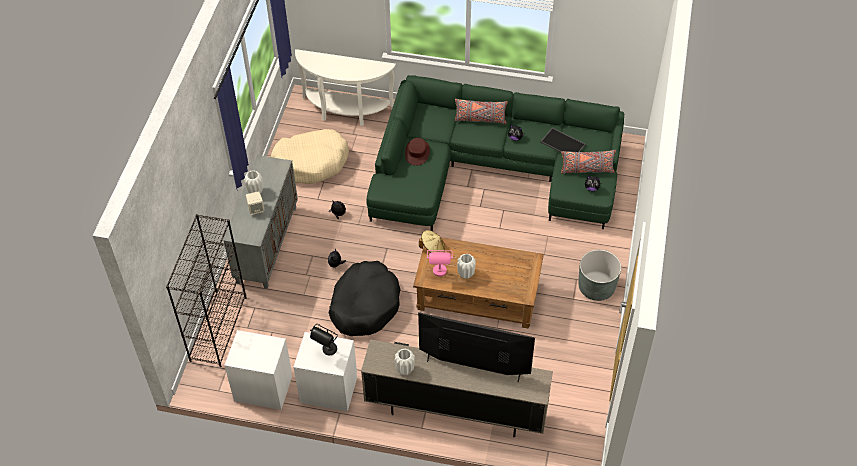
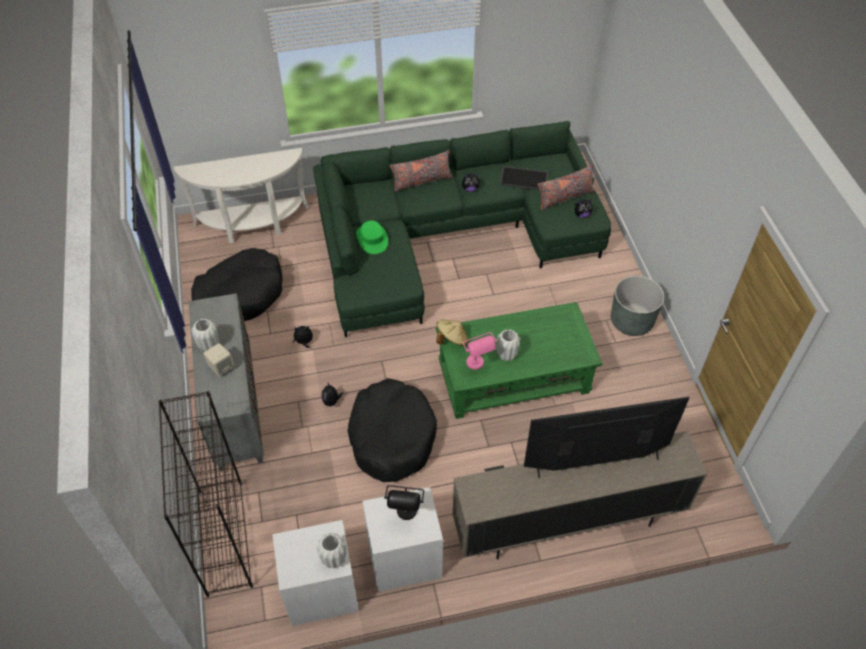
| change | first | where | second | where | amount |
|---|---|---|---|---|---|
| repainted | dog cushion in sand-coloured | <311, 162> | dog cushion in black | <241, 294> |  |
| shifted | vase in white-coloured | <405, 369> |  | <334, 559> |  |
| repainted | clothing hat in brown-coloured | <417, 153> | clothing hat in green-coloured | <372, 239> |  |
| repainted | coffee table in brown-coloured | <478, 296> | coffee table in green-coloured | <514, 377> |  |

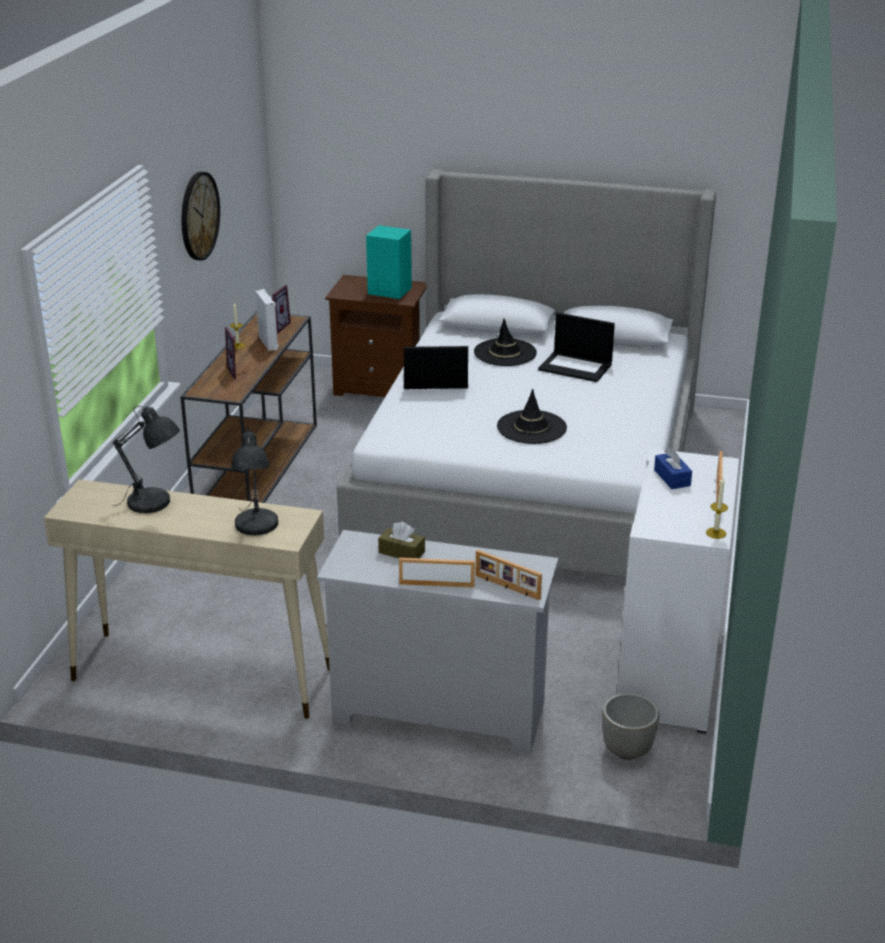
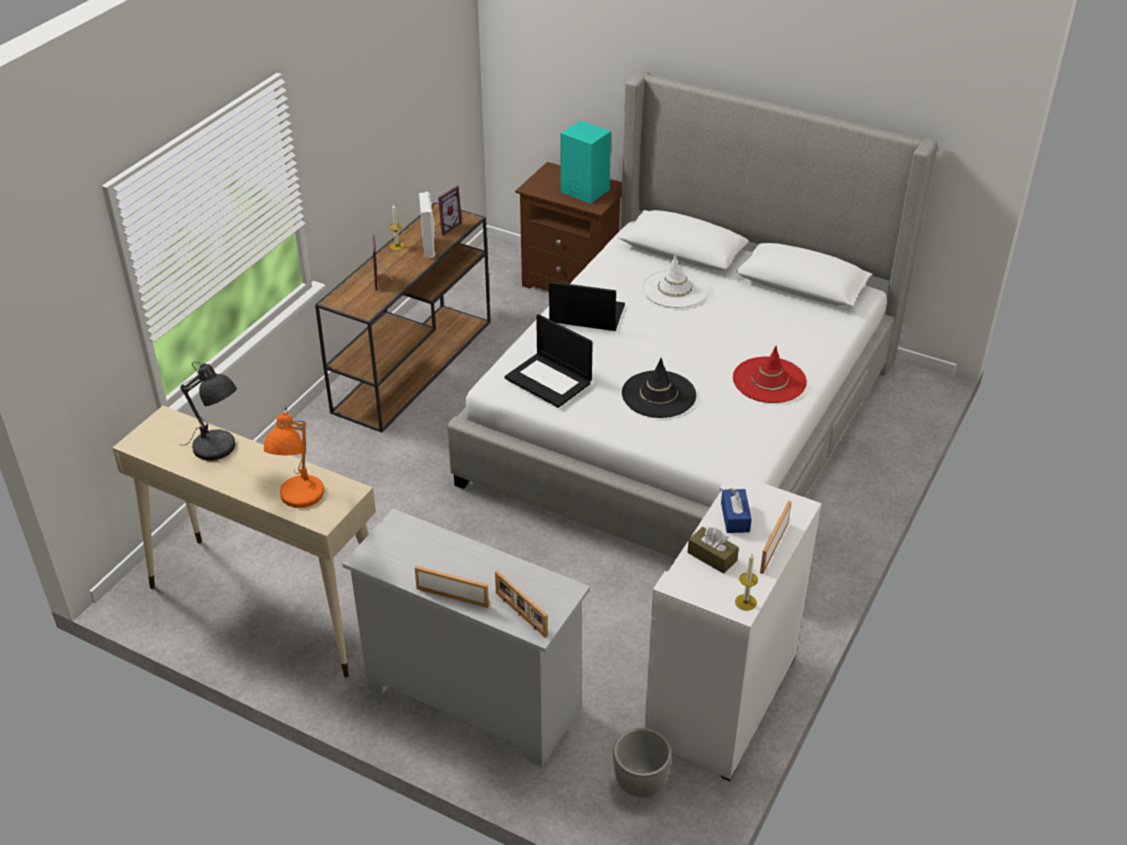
| change | first | where | second | where | amount |
|---|---|---|---|---|---|
| repainted | tabletop lamp in grey | <256, 527> | tabletop lamp in orange-coloured | <300, 497> |  |
| shifted | laptop | <576, 367> |  | <549, 380> |  |
| repainted | clothing hat in black | <505, 353> | clothing hat in white-coloured | <675, 289> |  |
| shifted | tissue holder in brown-coloured | <401, 552> |  | <712, 556> |  |
| new |  |  | clothing hat in reddish | <769, 380> |  |
| gone | hanging clock | <199, 216> |  |  |  |

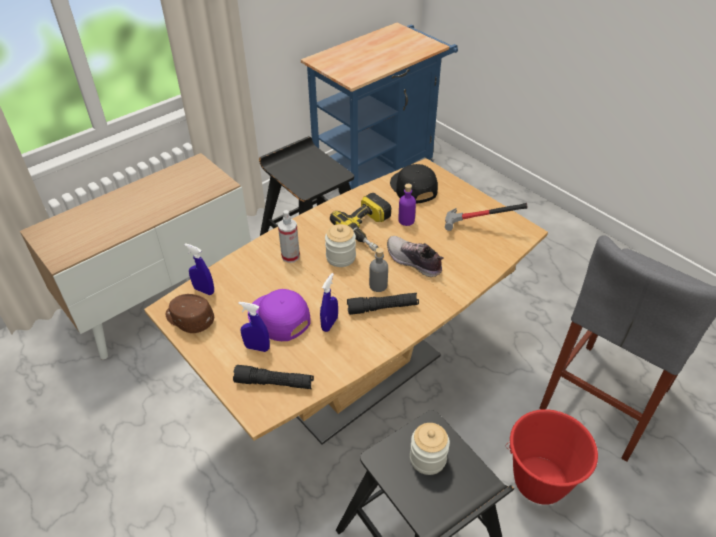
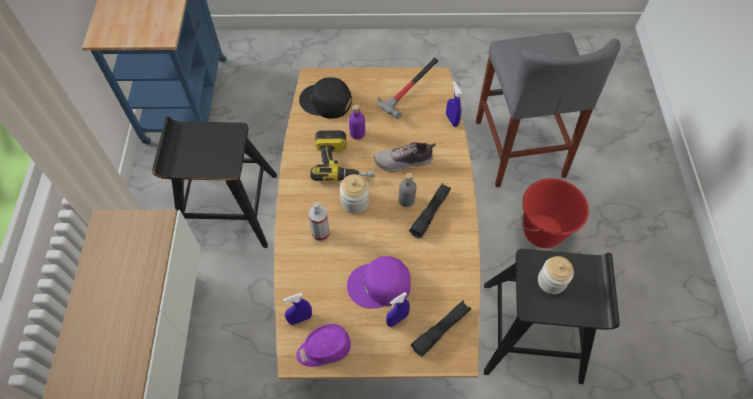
| change | first | where | second | where | amount |
|---|---|---|---|---|---|
| repainted | peaked cap in brown-coloured | <189, 319> | peaked cap in purplish | <323, 349> |  |
| shifted | hand sprayer in blue-coloured | <329, 324> |  | <452, 120> |  |

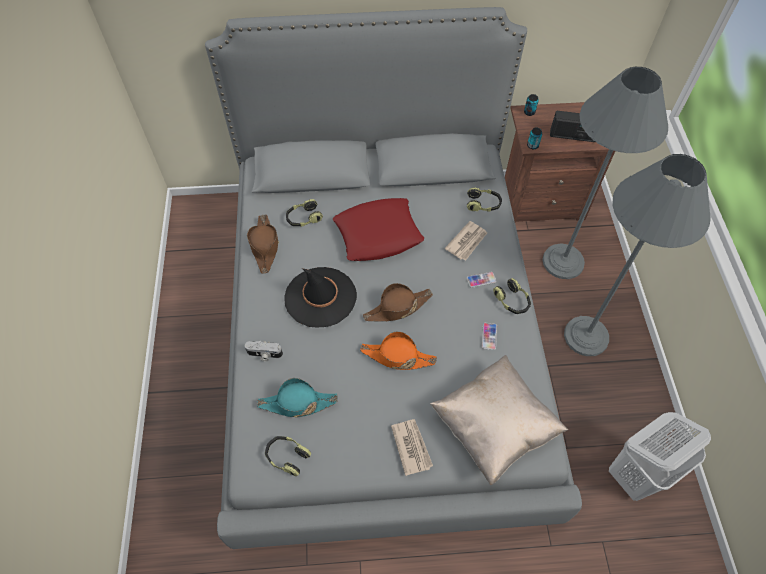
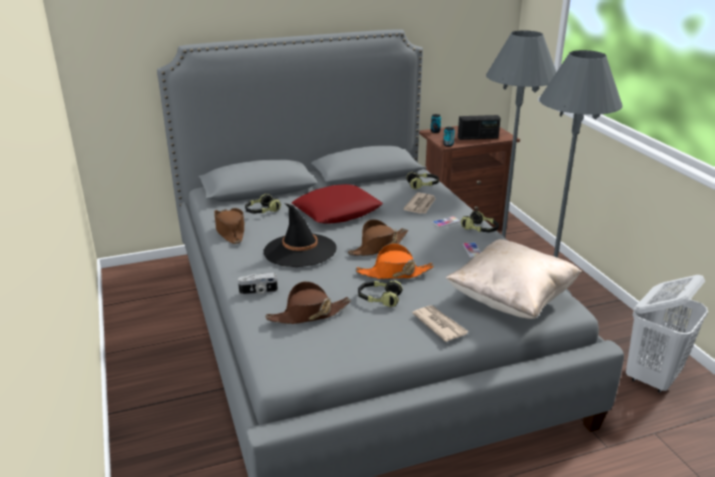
| change | first | where | second | where | amount |
|---|---|---|---|---|---|
| repainted | clothing hat in blue-green | <297, 403> | clothing hat in brown-coloured | <308, 314> |  |
| shifted | pair of headphones | <287, 457> |  | <379, 299> |  |

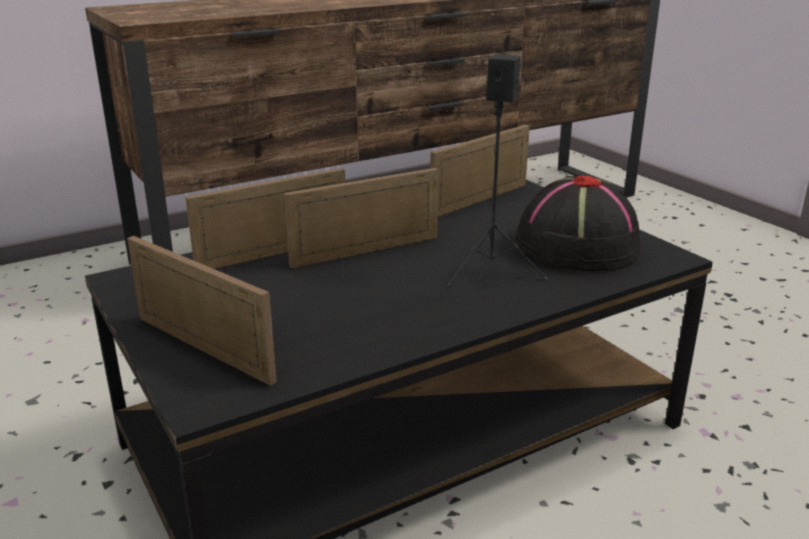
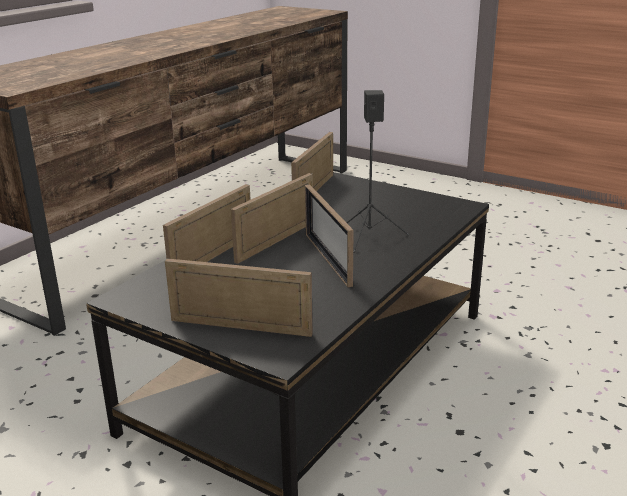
| change | first | where | second | where | amount |
|---|---|---|---|---|---|
| new |  |  | picture frame | <327, 259> |  |
| gone | clothing hat in black | <576, 246> |  |  |  |

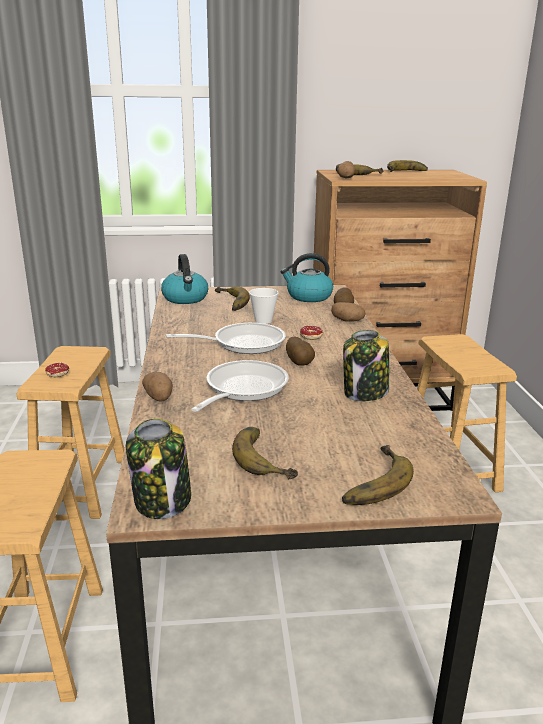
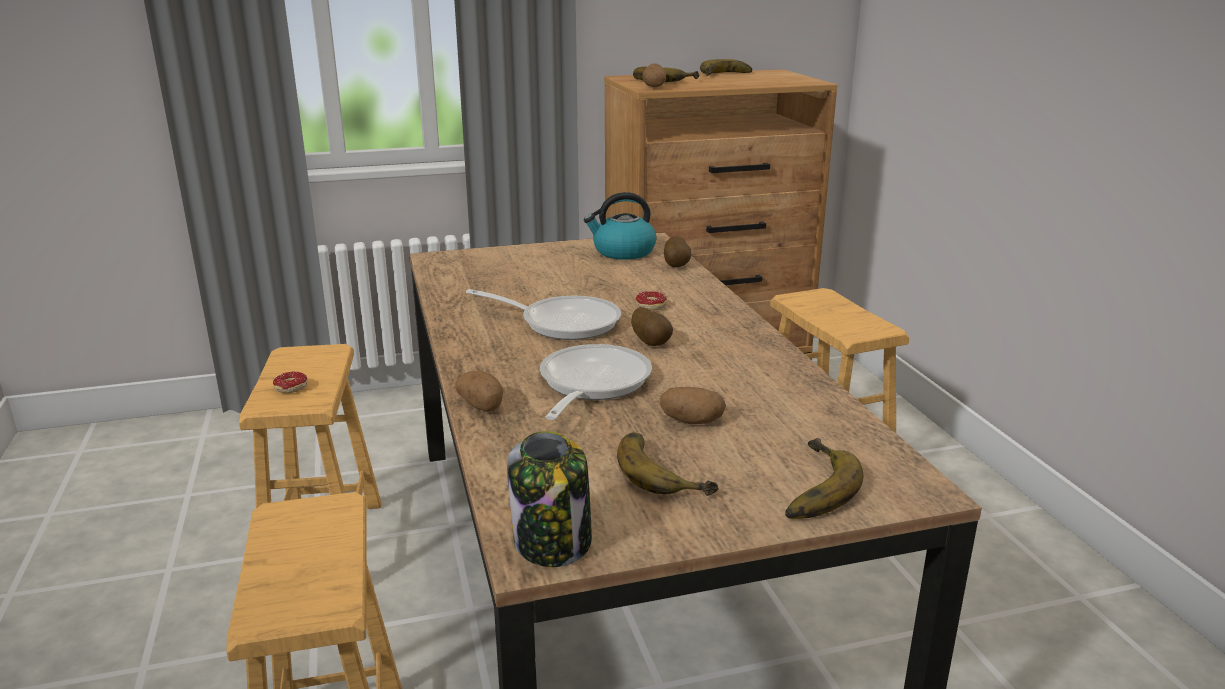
| change | first | where | second | where | amount |
|---|---|---|---|---|---|
| rotated | frying pan | <242, 343> |  | <562, 322> | 45 degrees clockwise |
| shifted | potato | <347, 321> |  | <691, 421> |  |
| gone | water kettle | <185, 298> |  |  |  |
| gone | banana fruit | <228, 302> |  |  |  |
| gone | cup | <263, 321> |  |  |  |
| gone | storage jar | <365, 393> |  |  |  |

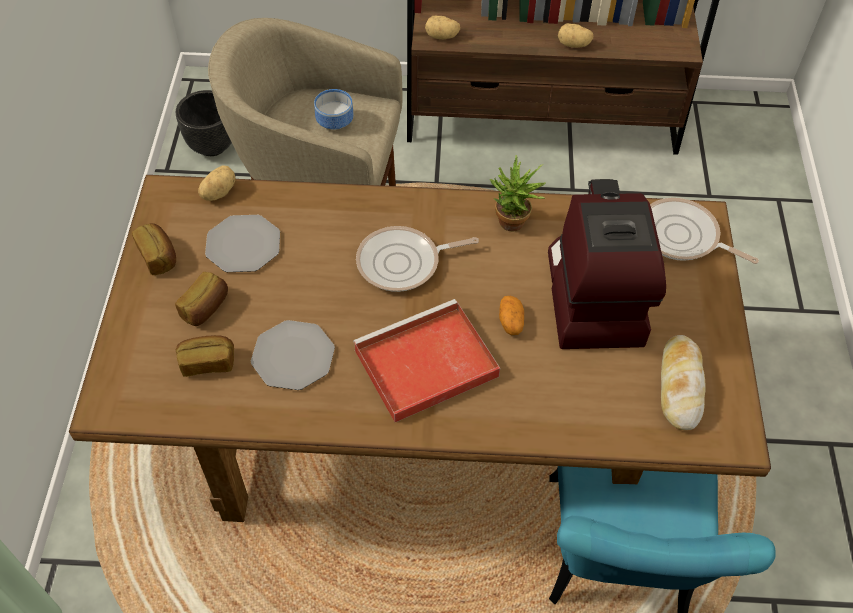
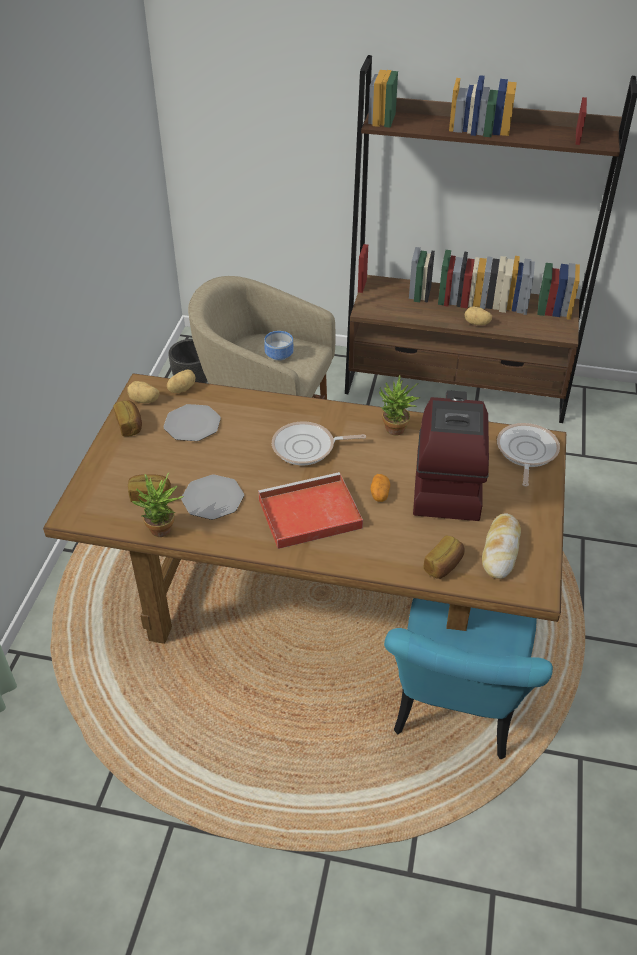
| change | first | where | second | where | amount |
|---|---|---|---|---|---|
| shifted | potato | <442, 37> |  | <144, 400> |  |
| new |  |  | houseplant | <163, 532> |  |
| shifted | bakery bread | <206, 308> |  | <444, 565> |  |
| rotated | frying pan | <682, 237> |  | <526, 452> | 60 degrees clockwise |

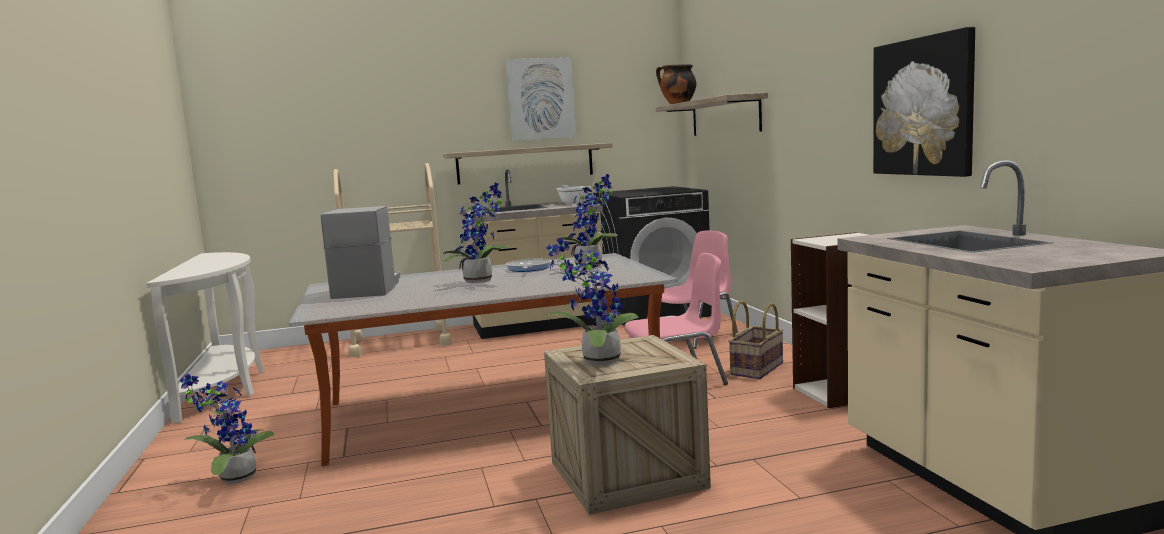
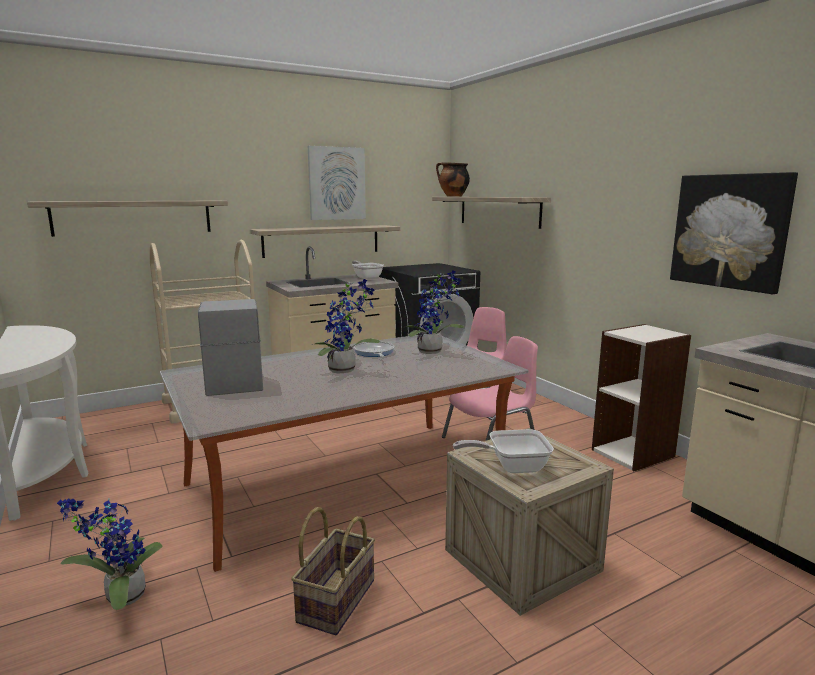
| change | first | where | second | where | amount |
|---|---|---|---|---|---|
| new |  |  | wall shelf | <133, 217> |  |
| shifted | storage basket | <756, 368> |  | <335, 600> |  |
| swapped | houseplant | <596, 361> | frying pan | <511, 467> |  |

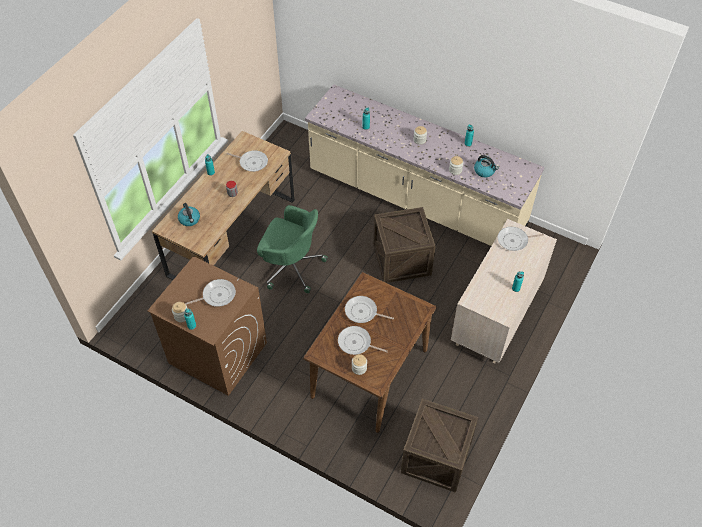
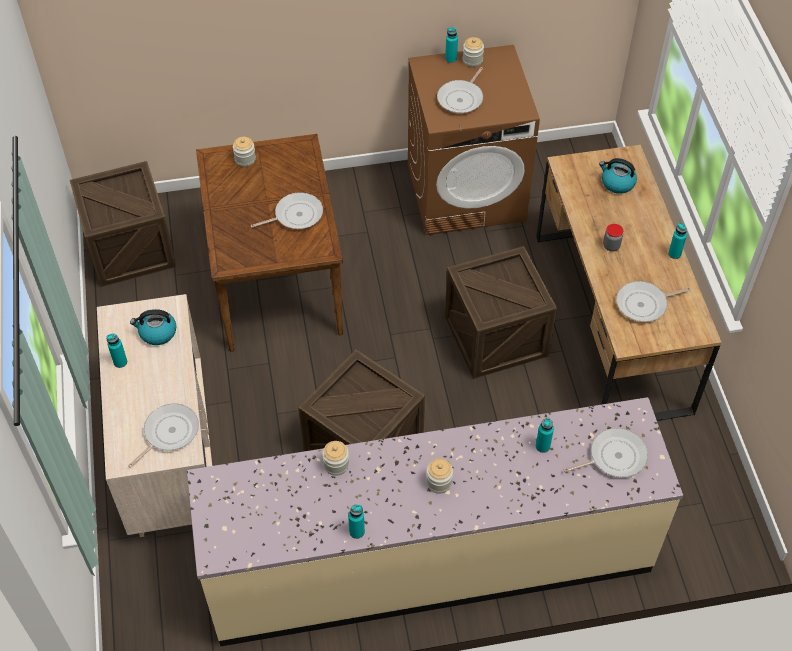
| change | first | where | second | where | amount |
|---|---|---|---|---|---|
| shifted | water kettle | <484, 171> |  | <157, 333> |  |
| swapped | computer chair in green-coloured | <291, 266> | crate | <496, 336> |  |
| shifted | frying pan | <356, 343> |  | <614, 456> |  |

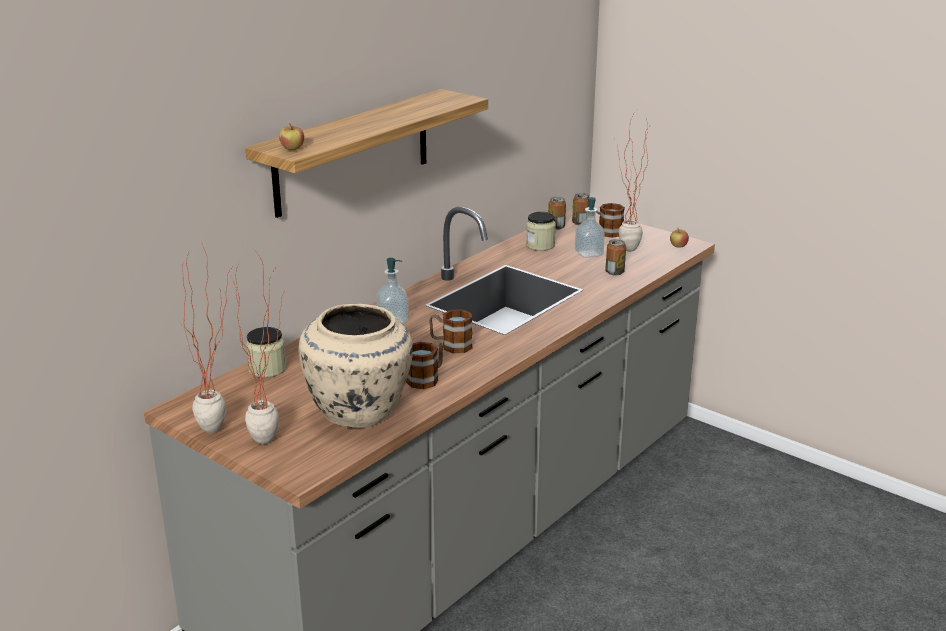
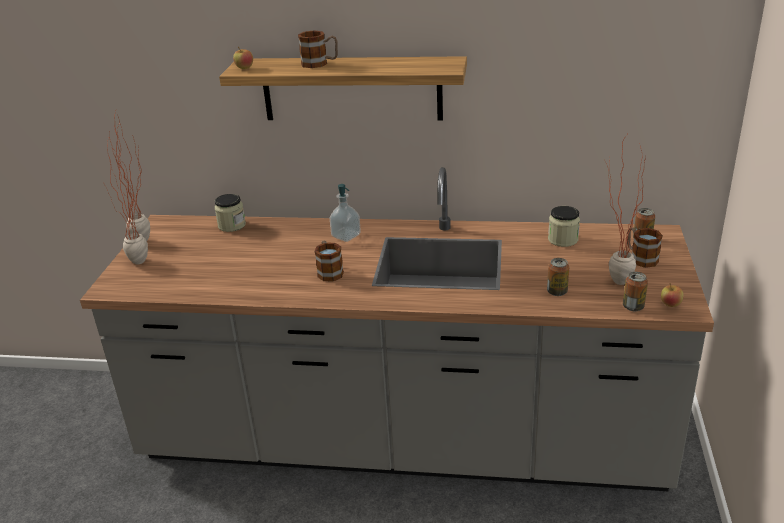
| change | first | where | second | where | amount |
|---|---|---|---|---|---|
| shifted | coffee mug | <427, 378> |  | <320, 64> |  |
| shifted | can | <556, 227> |  | <633, 307> |  |
| gone | vase in sand-coloured | <359, 414> |  |  |  |
| gone | soap dispenser | <589, 253> |  |  |  |

